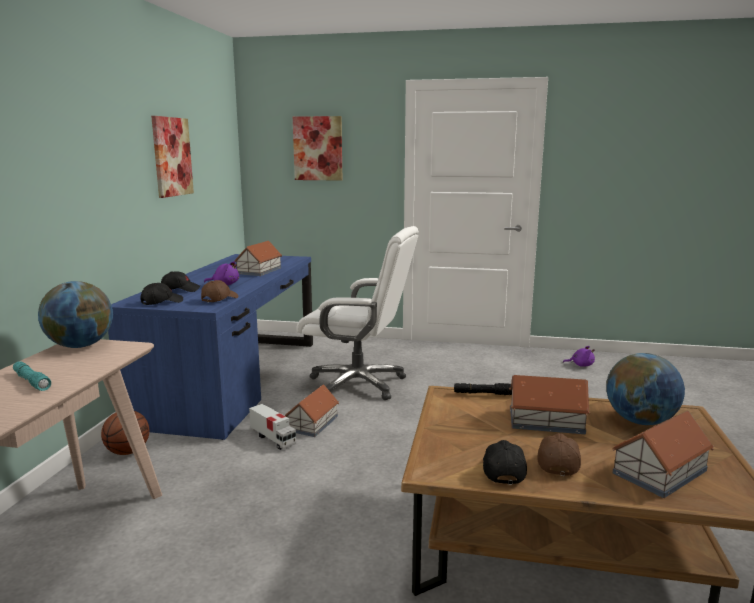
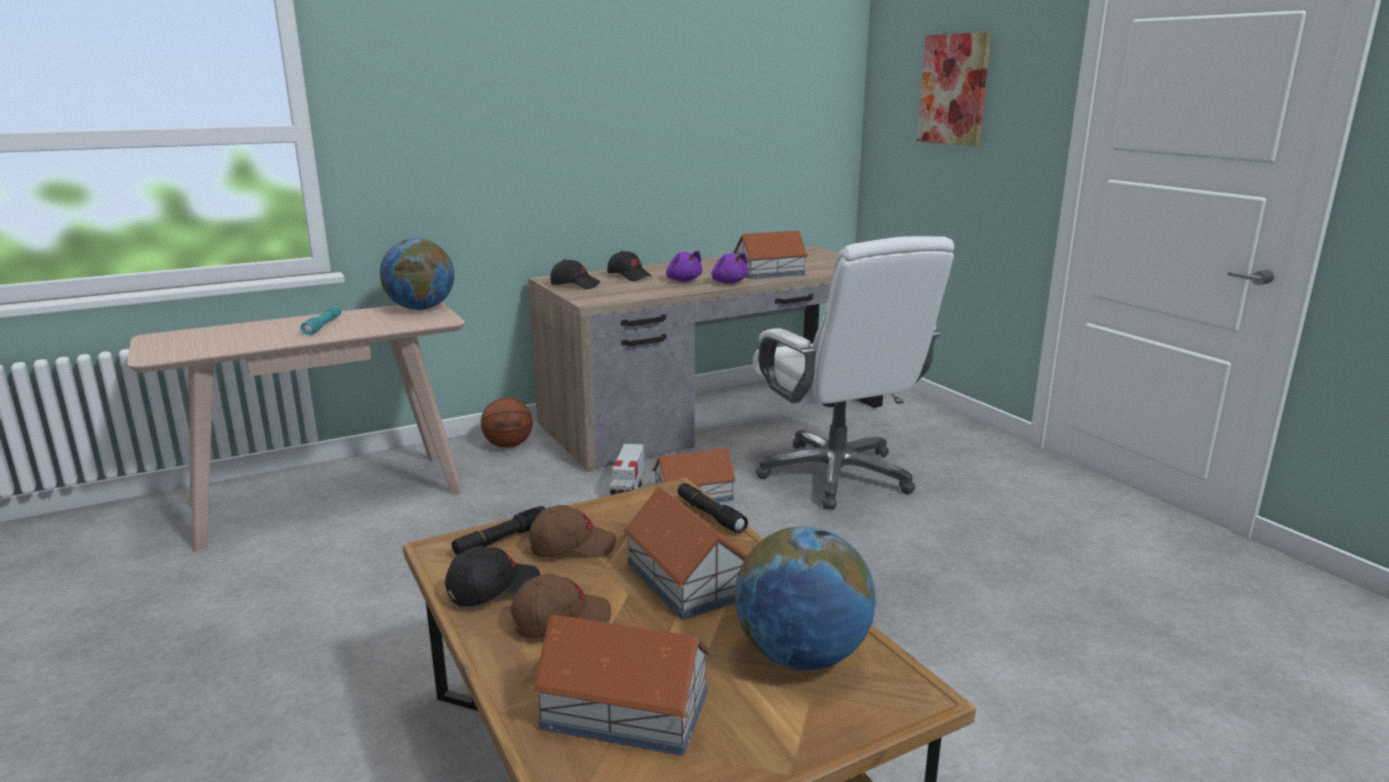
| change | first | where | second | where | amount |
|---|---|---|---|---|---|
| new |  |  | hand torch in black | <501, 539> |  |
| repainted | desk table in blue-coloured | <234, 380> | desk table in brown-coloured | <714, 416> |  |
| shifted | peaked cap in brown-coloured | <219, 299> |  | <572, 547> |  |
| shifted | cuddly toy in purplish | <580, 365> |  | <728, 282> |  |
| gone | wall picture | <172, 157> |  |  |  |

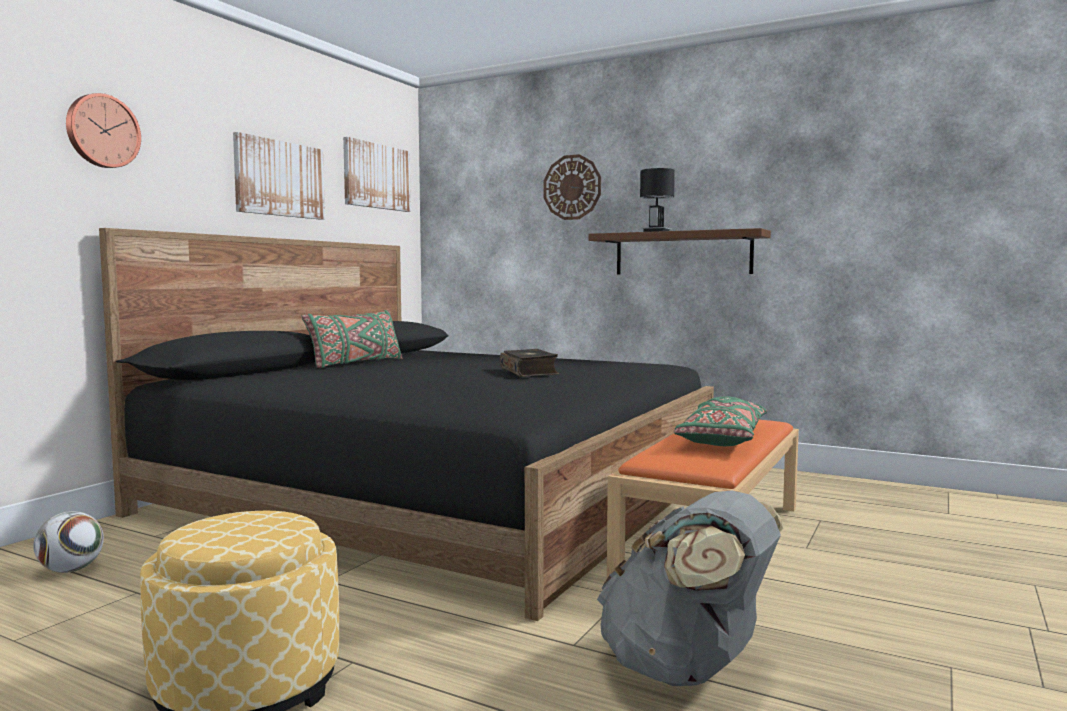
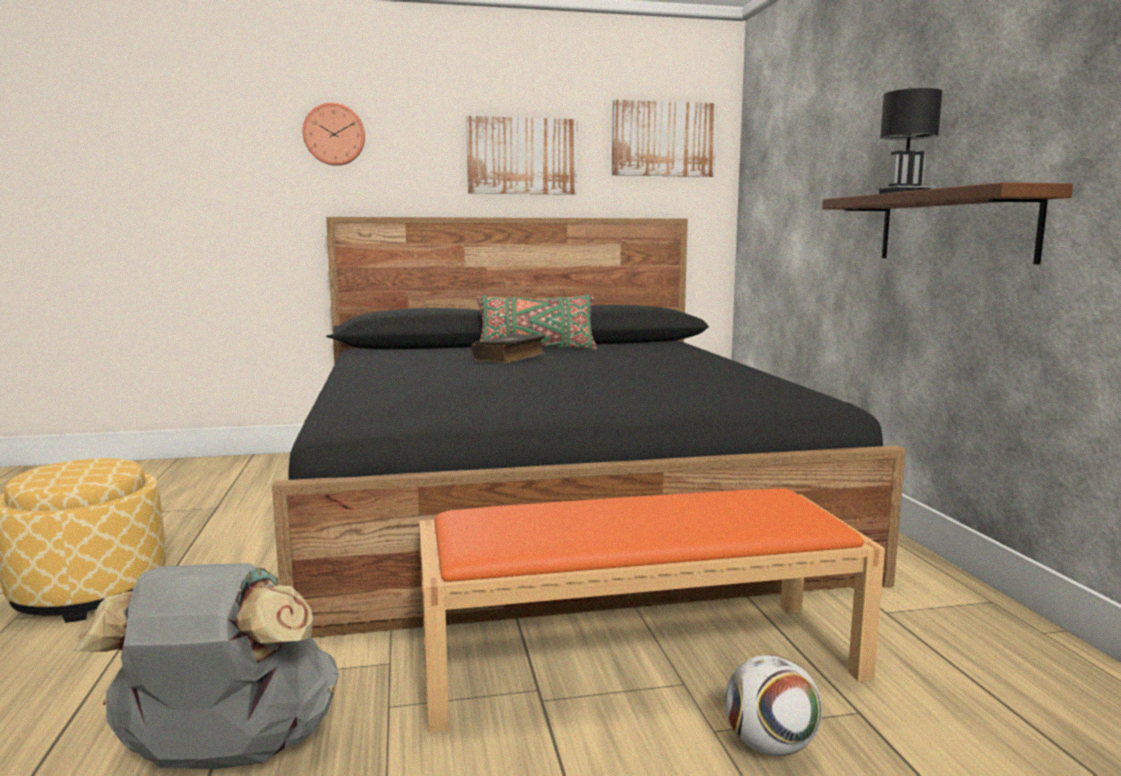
| change | first | where | second | where | amount |
|---|---|---|---|---|---|
| shifted | bound book | <529, 372> |  | <510, 358> |  |
| shifted | football ball | <71, 570> |  | <770, 746> |  |
| gone | hanging clock | <572, 187> |  |  |  |
| gone | throw pillow in green-coloured | <722, 439> |  |  |  |

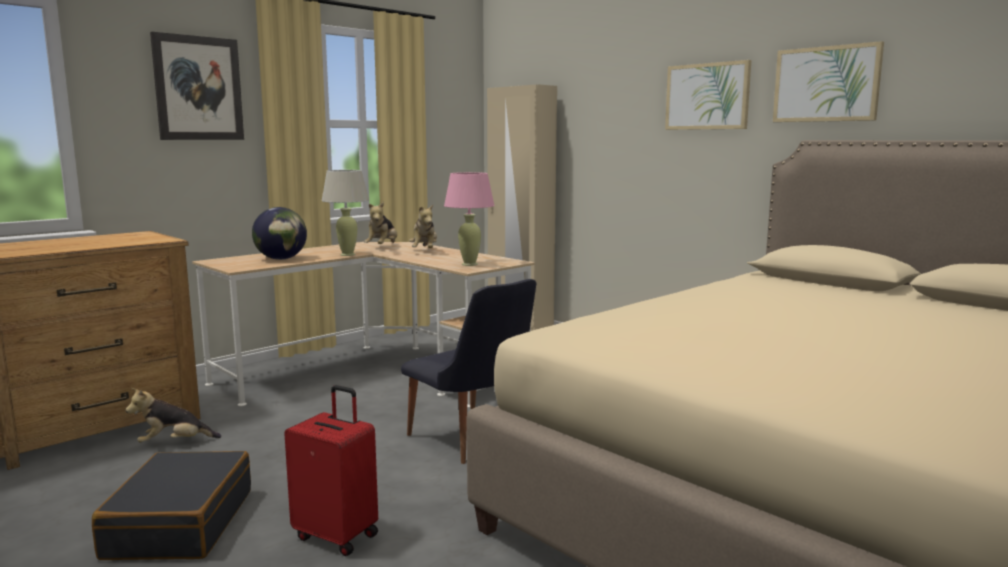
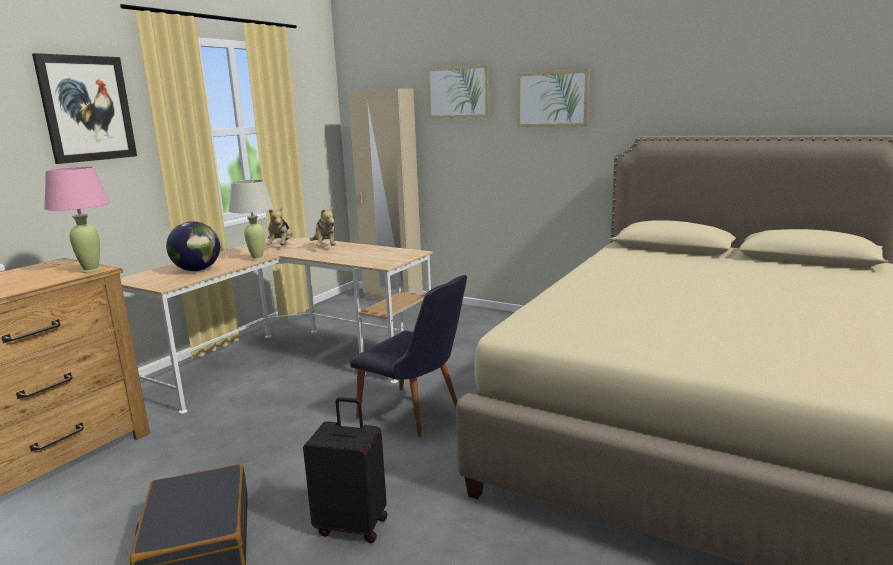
| change | first | where | second | where | amount |
|---|---|---|---|---|---|
| shifted | tabletop lamp in pink | <469, 264> |  | <91, 270> |  |
| repainted | suitcase in reddish | <338, 535> | suitcase in black | <352, 525> |  |
| shifted | wall picture | <826, 84> |  | <459, 92> |  |
| gone | cuddly toy | <174, 443> |  |  |  |

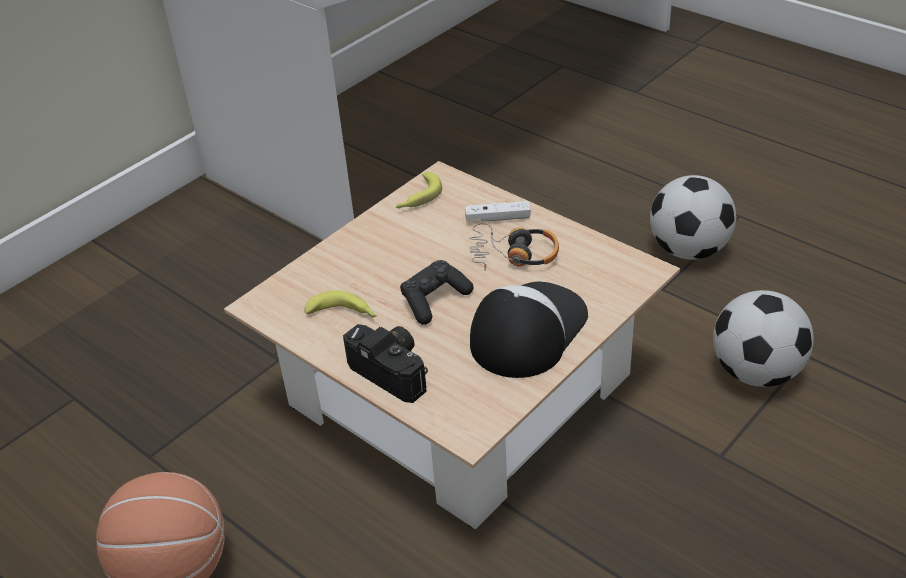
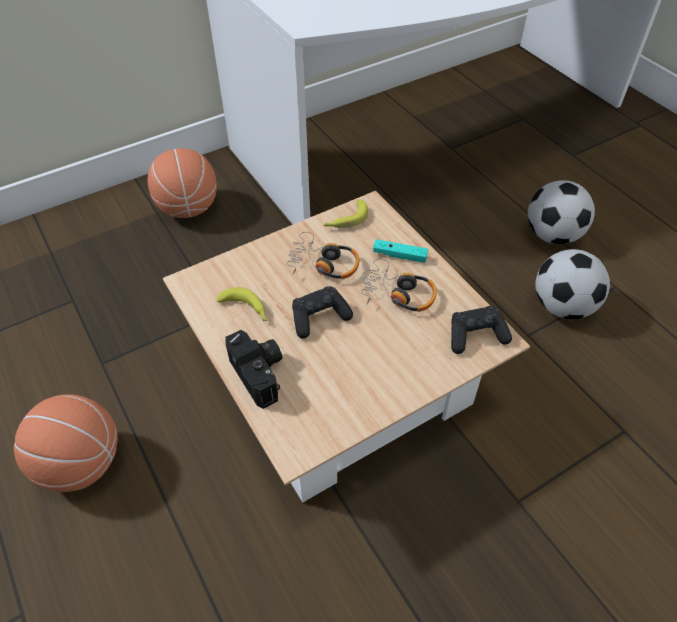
| change | first | where | second | where | amount |
|---|---|---|---|---|---|
| new |  |  | ball for basketball | <188, 208> |  |
| new |  |  | pair of headphones | <323, 264> |  |
| repainted | joypad in white-coloured | <497, 218> | joypad in blue-green | <399, 255> |  |
| new |  |  | joypad in black | <475, 336> |  |
| shifted | football ball | <756, 372> |  | <552, 235> |  |
| gone | peaked cap | <527, 330> |  |  |  |

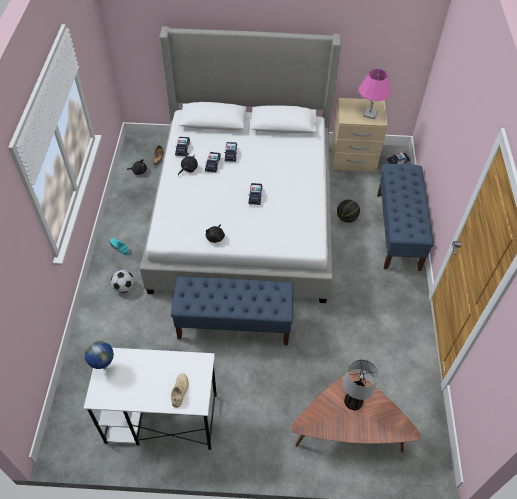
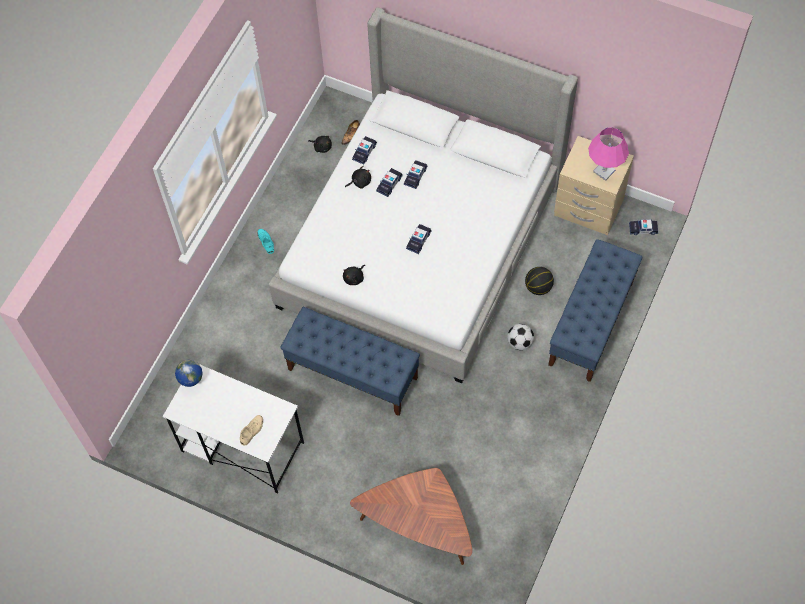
| change | first | where | second | where | amount |
|---|---|---|---|---|---|
| shifted | football ball | <124, 287> |  | <519, 342> |  |
| gone | tabletop lamp | <354, 401> |  |  |  |

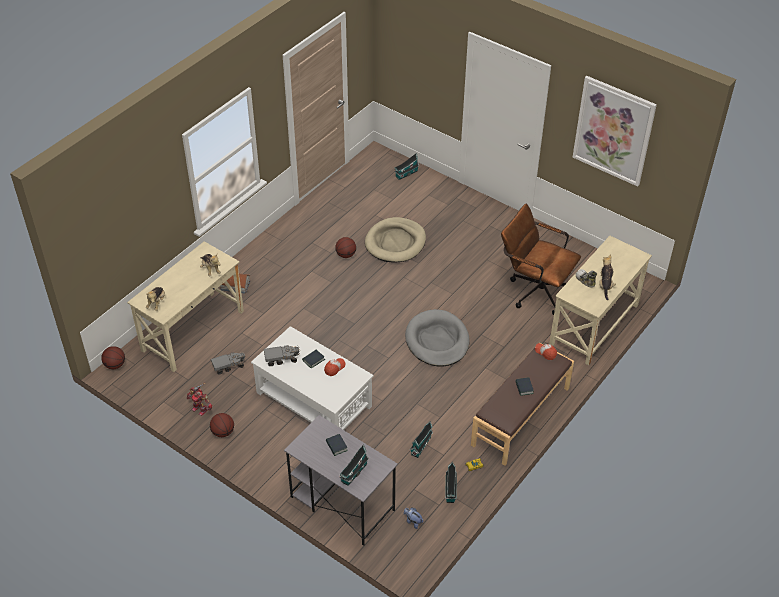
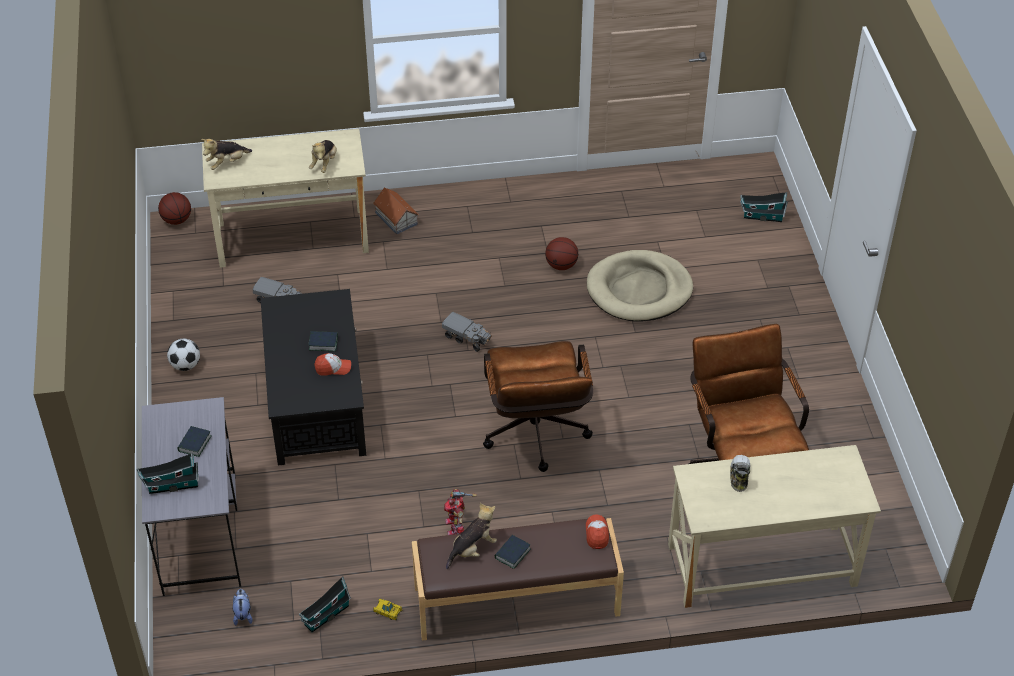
| change | first | where | second | where | amount |
|---|---|---|---|---|---|
| swapped | ball for basketball | <223, 432> | football ball | <185, 365> |  |
| repainted | coffee table in white-coloured | <313, 399> | coffee table in black | <317, 400> |  |
| shifted | toy truck | <281, 359> |  | <467, 338> |  |
| shifted | robot figure | <200, 409> |  | <456, 526> |  |
| shifted | cuddly toy | <605, 285> |  | <473, 549> |  |
| swapped | dog cushion in grey | <437, 341> | computer chair in brown-coloured | <536, 438> |  |
| gone | toy house | <421, 445> |  |  |  |
| gone | wall picture | <613, 131> |  |  |  |

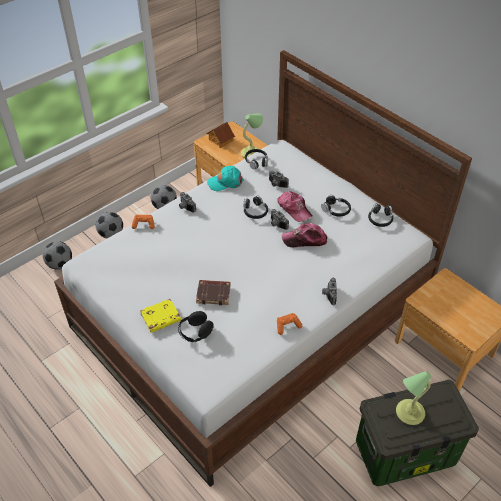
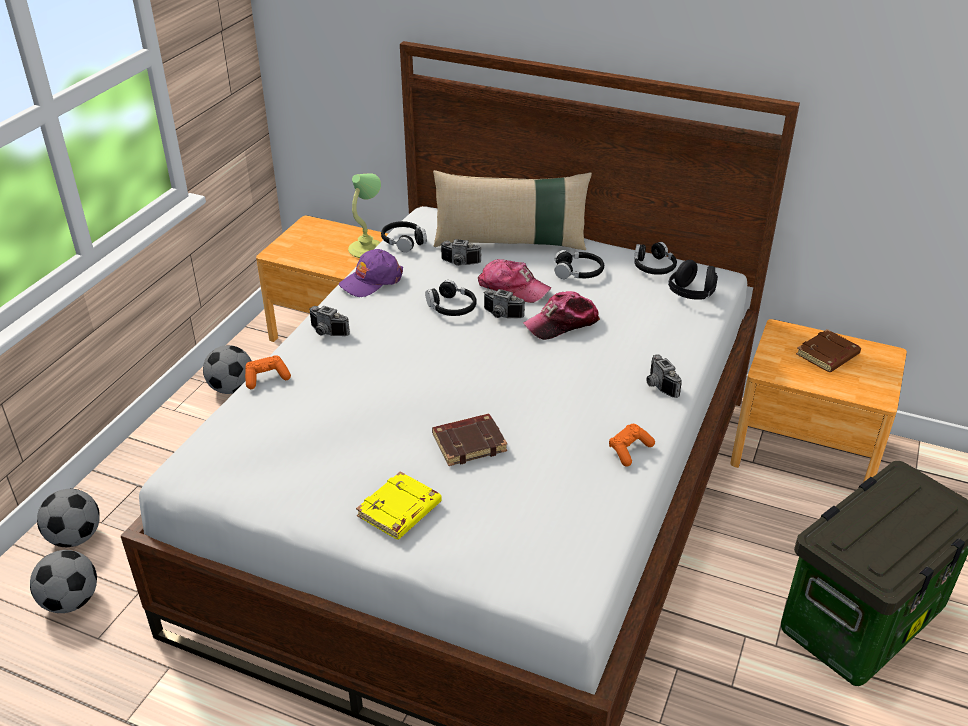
| change | first | where | second | where | amount |
|---|---|---|---|---|---|
| shifted | football ball | <111, 234> |  | <71, 601> |  |
| repainted | peaked cap in blue-green | <225, 182> | peaked cap in purplish | <371, 281> |  |
| new |  |  | throw pillow in sand-coloured | <511, 242> |  |
| shifted | pair of headphones in black | <195, 333> |  | <691, 294> |  |
| new |  |  | bound book in brown-coloured | <827, 355> |  |
| gone | toy house | <221, 139> |  |  |  |
| gone | tabletop lamp | <408, 412> |  |  |  |

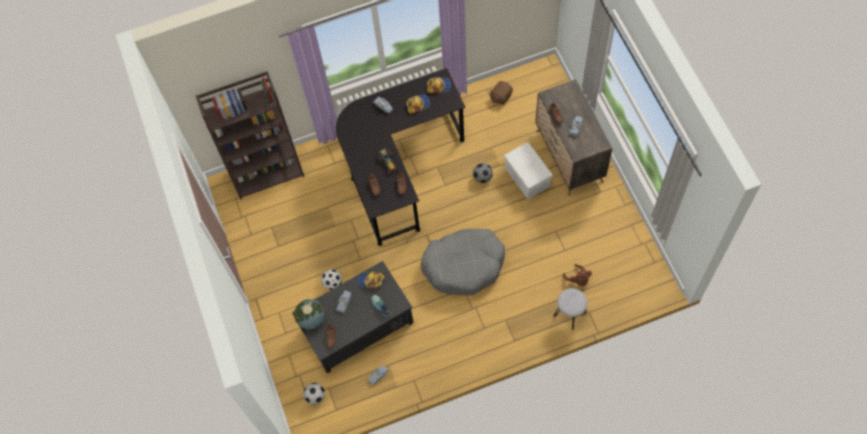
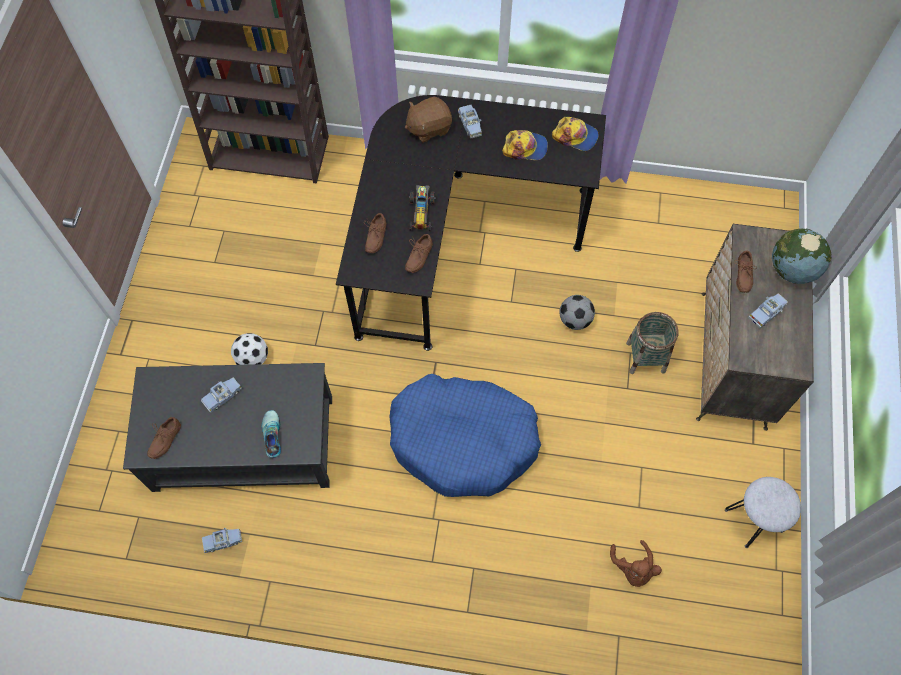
| change | first | where | second | where | amount |
|---|---|---|---|---|---|
| repainted | dog cushion in grey | <464, 265> | dog cushion in blue-coloured | <463, 440> |  |
| shifted | cuddly toy in brown-coloured | <501, 97> |  | <429, 128> |  |
| swapped | storage bin in white-coloured | <527, 177> | storage basket | <646, 357> |  |
| shifted | stool seat in grey | <570, 314> |  | <754, 521> |  |
| shifted | globe | <311, 319> |  | <791, 270> |  |
| gone | football ball | <315, 396> |  |  |  |
| gone | peaked cap | <371, 281> |  |  |  |

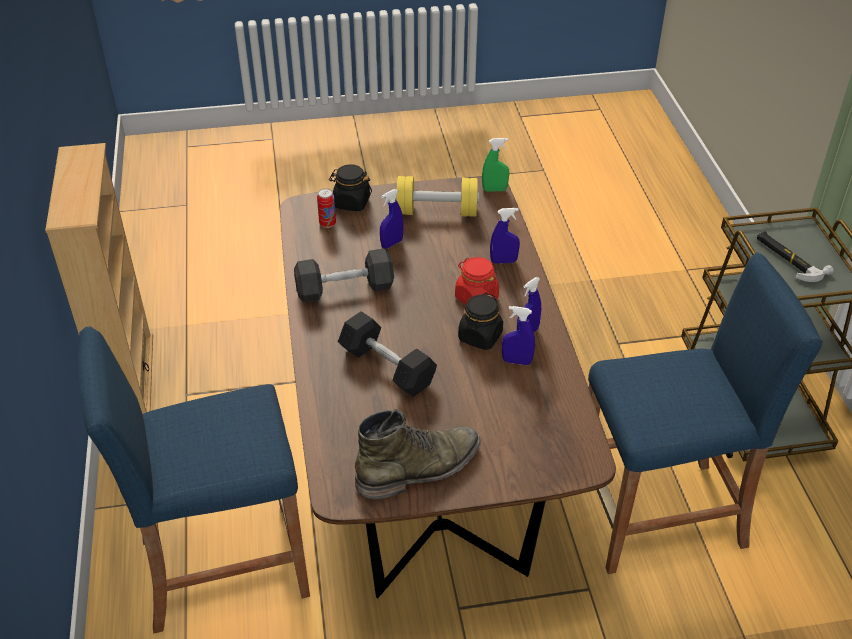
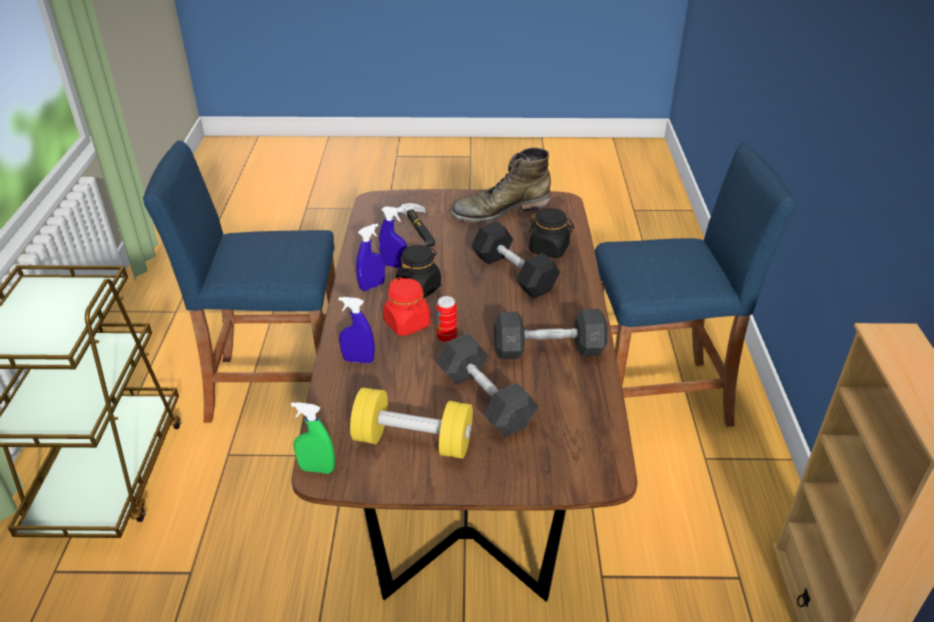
| change | first | where | second | where | amount |
|---|---|---|---|---|---|
| shifted | hand hammer | <789, 258> |  | <417, 228> |  |
| shifted | can | <327, 224> |  | <447, 338> |  |
| swapped | hand sprayer in blue-coloured | <392, 243> | free weight in grey | <485, 399> |  |
| shifted | storage jar in black | <351, 202> |  | <549, 249> |  |

